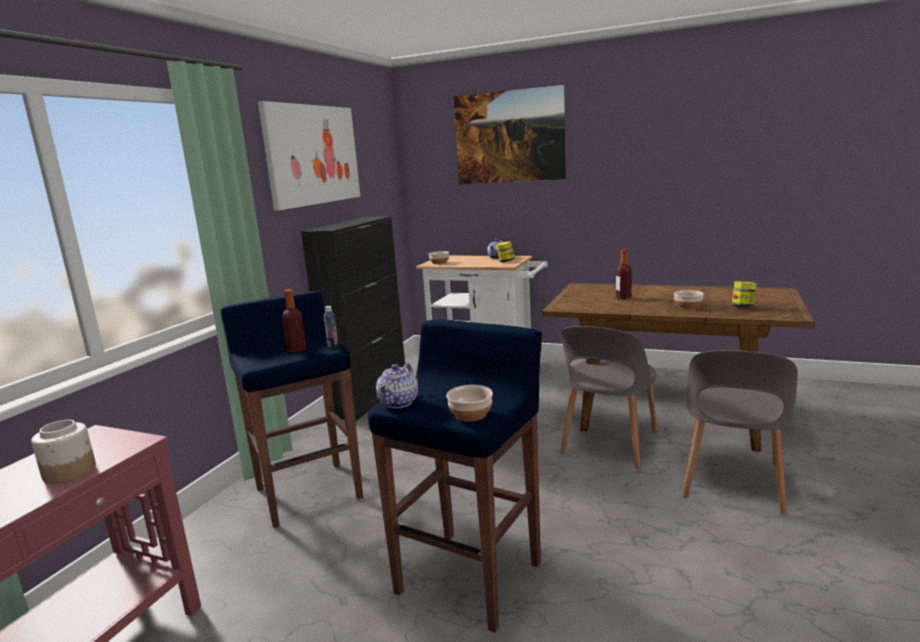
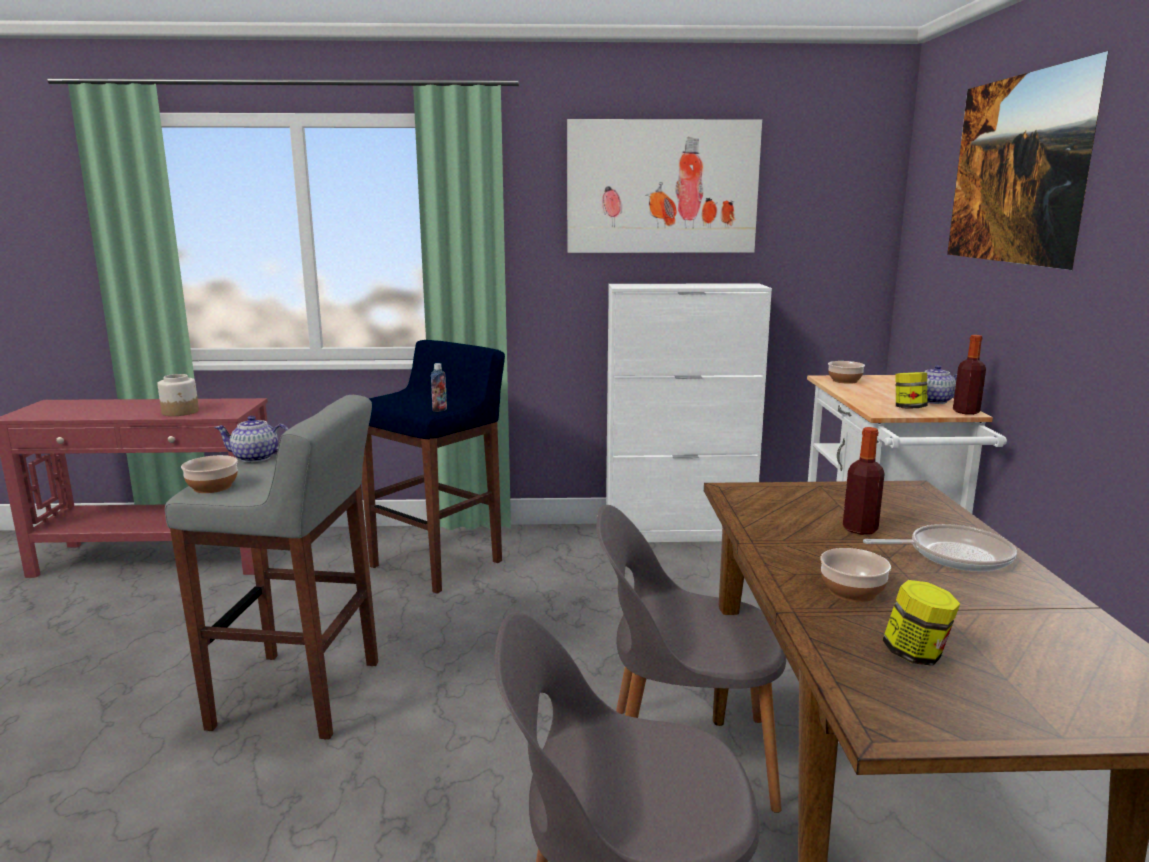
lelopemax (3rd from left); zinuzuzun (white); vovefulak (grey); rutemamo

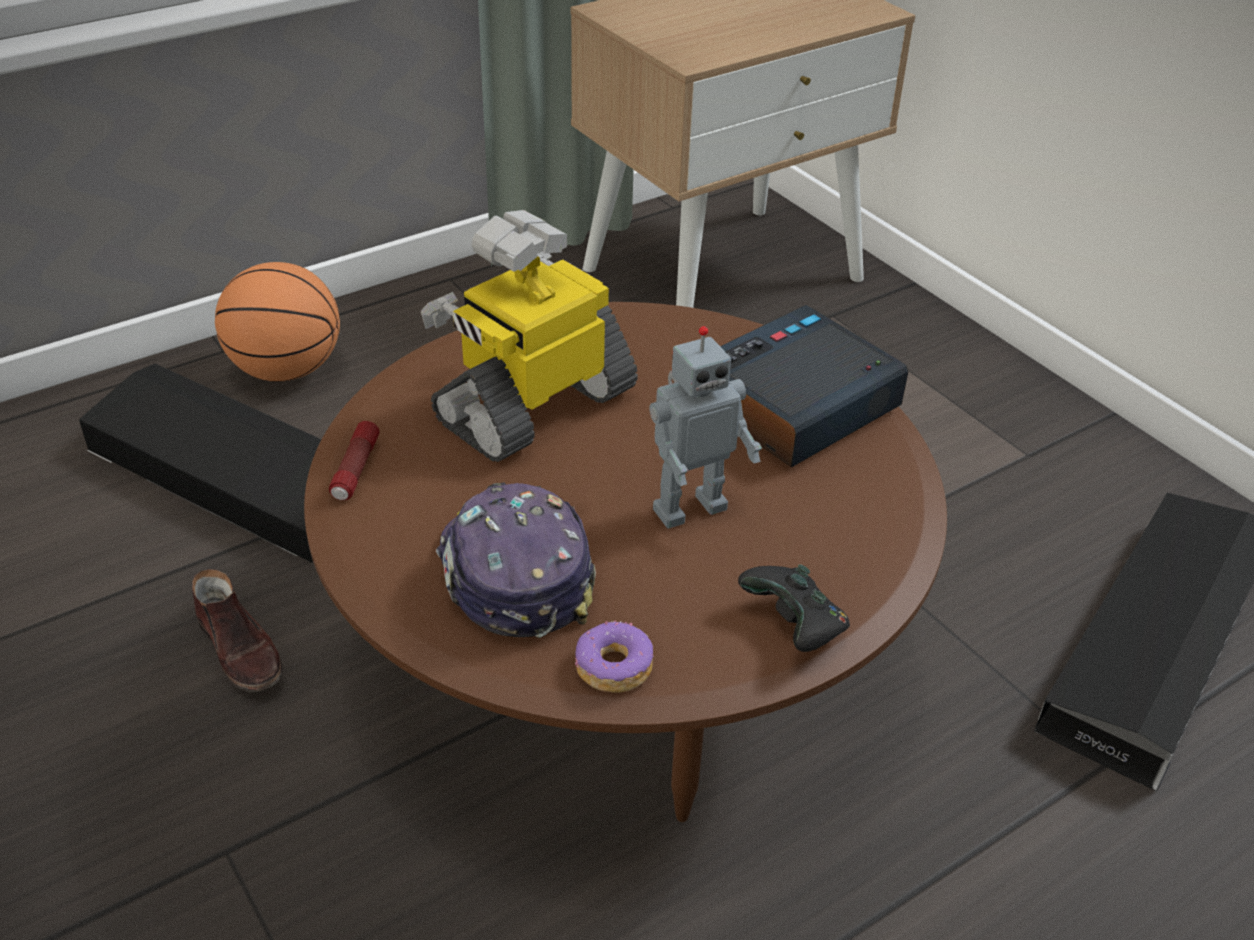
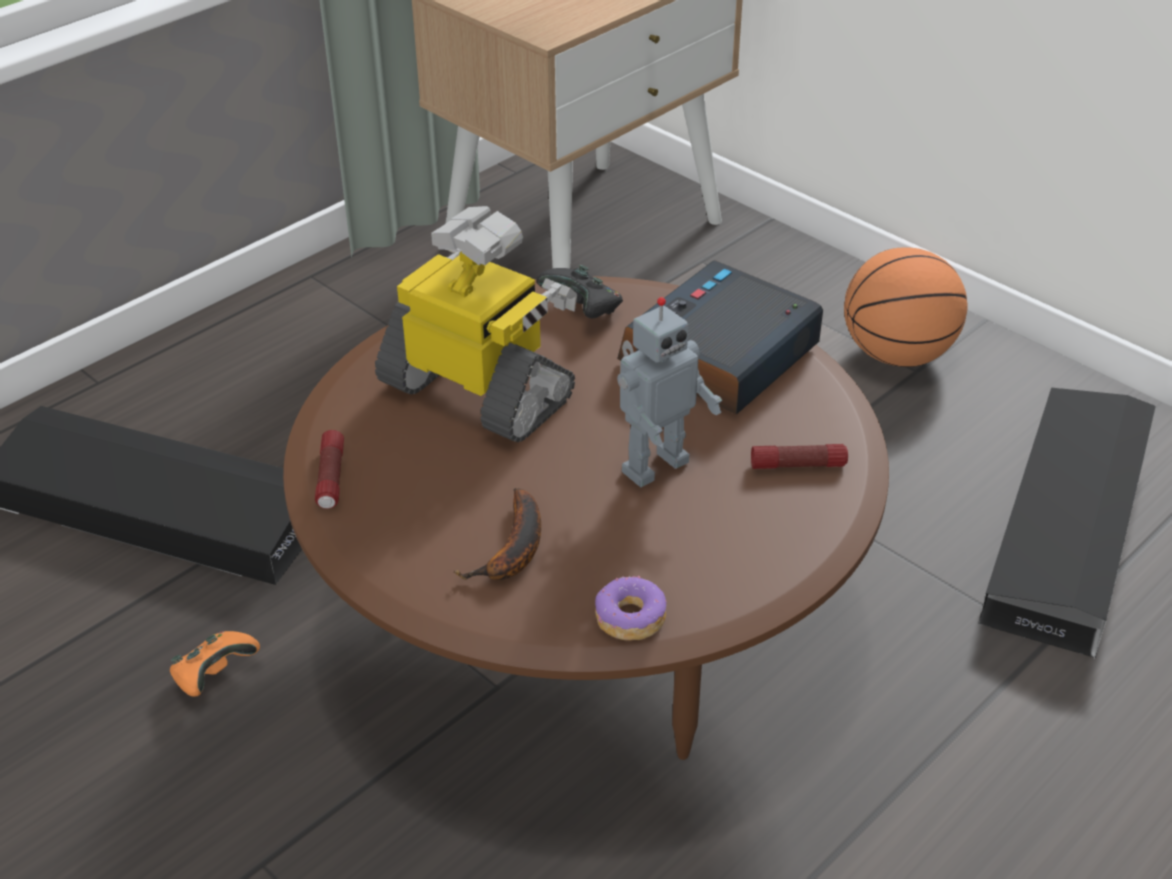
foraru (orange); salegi; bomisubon (1st from left); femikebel; foraru (black); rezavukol (2nd from left)

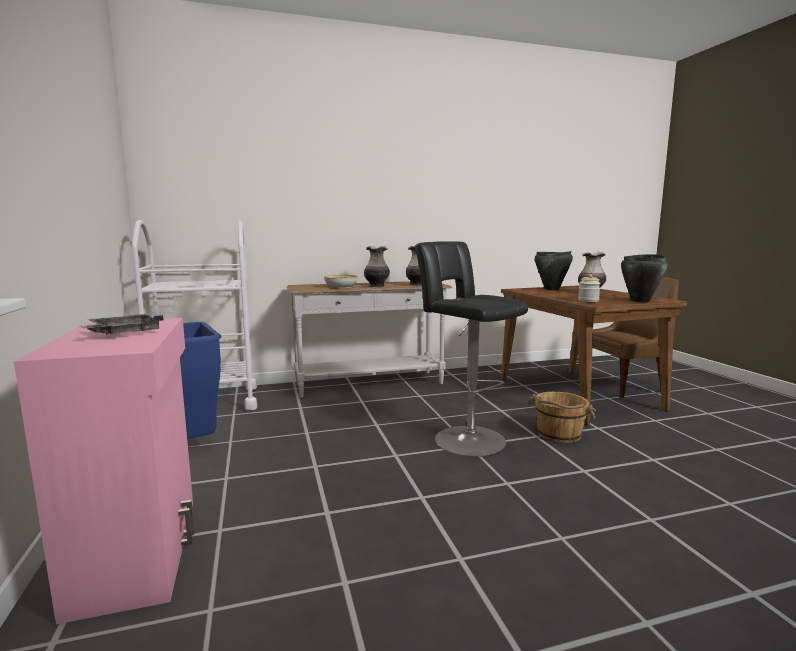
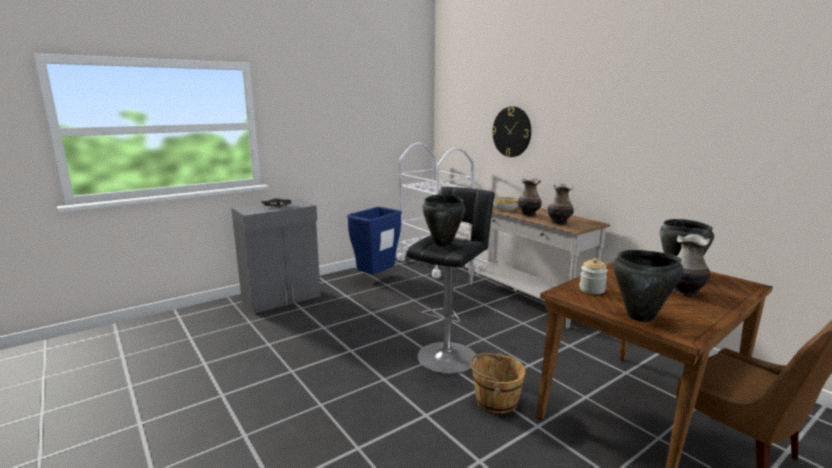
zinuzuzun (grey); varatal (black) (1st from left); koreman

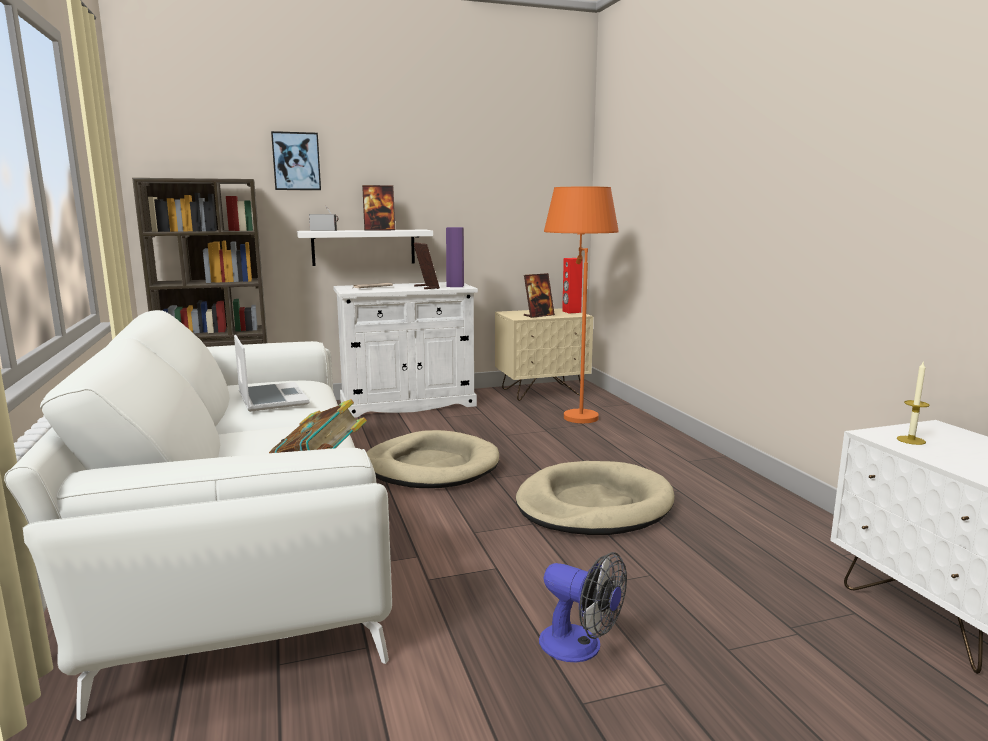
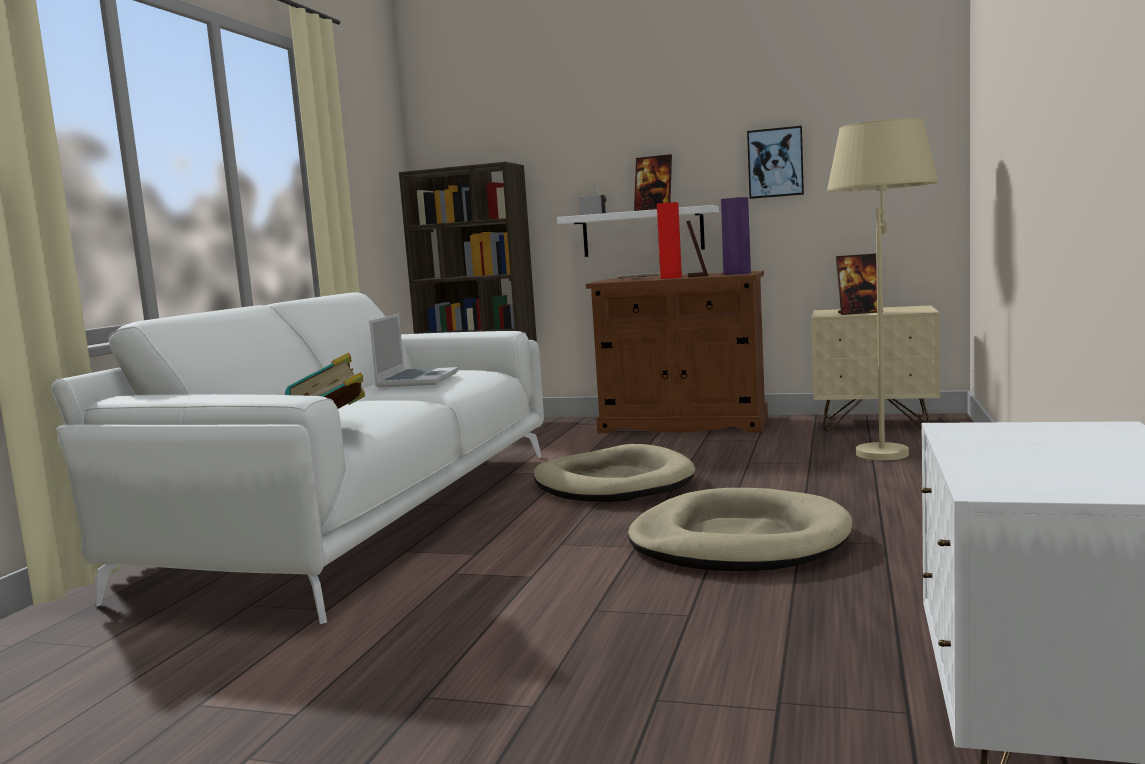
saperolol; zinuzuzun (brown); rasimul; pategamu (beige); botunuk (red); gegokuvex

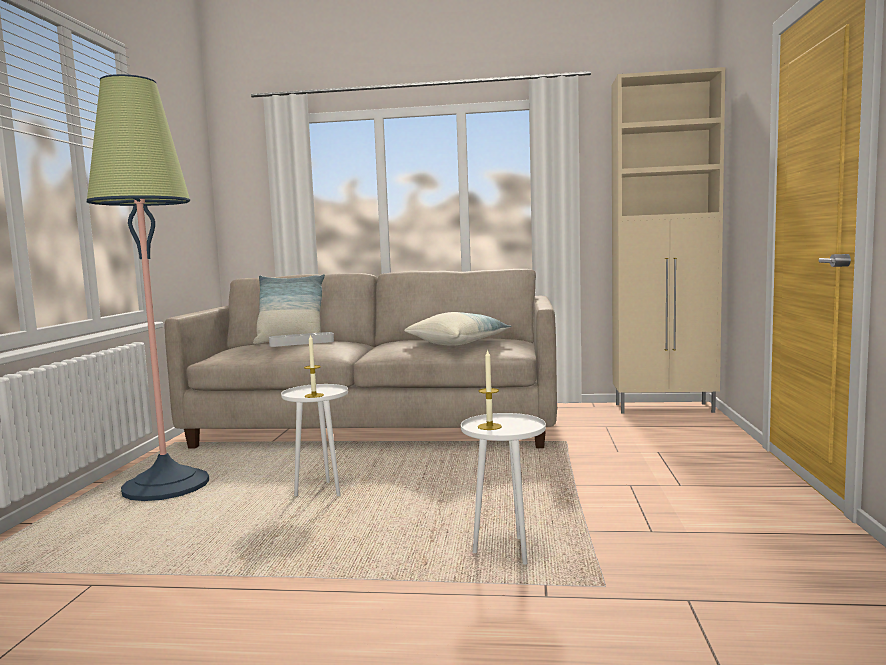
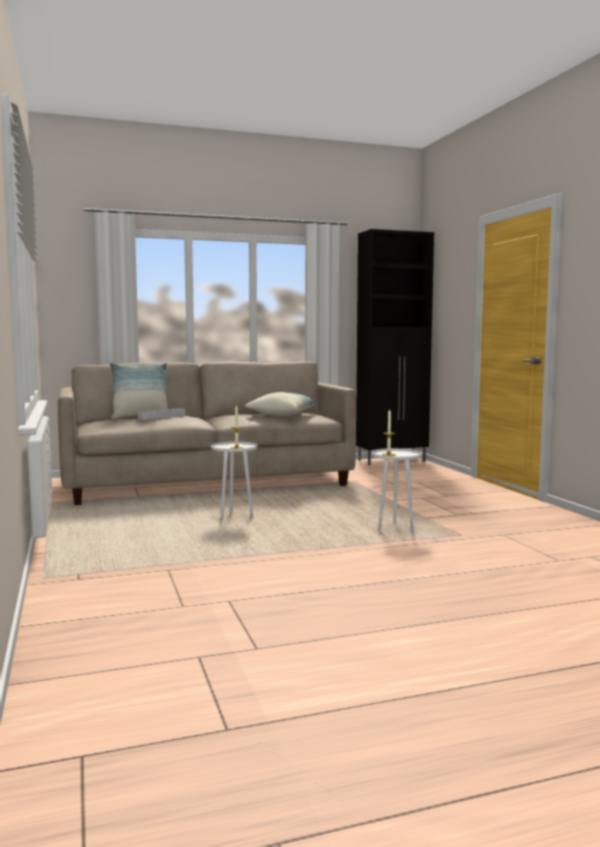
pategamu; zinuzuzun (black)

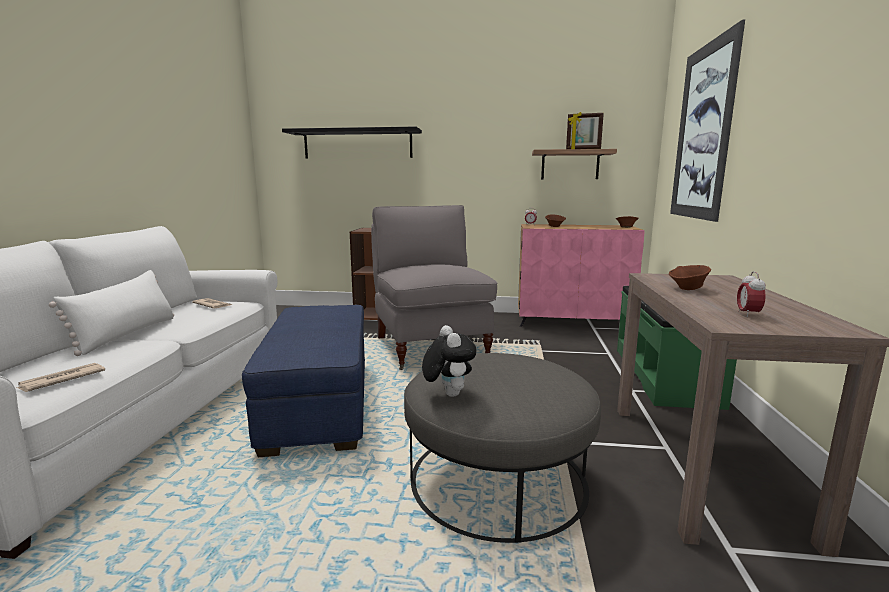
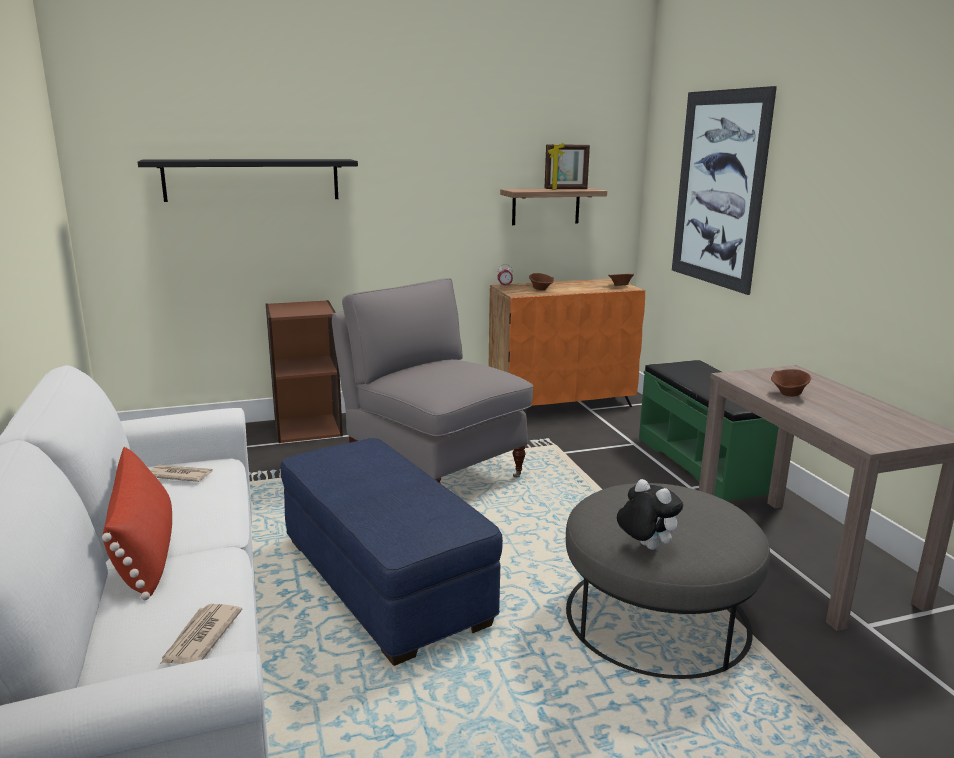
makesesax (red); zinuzuzun (orange); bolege (2nd from left in the first image)

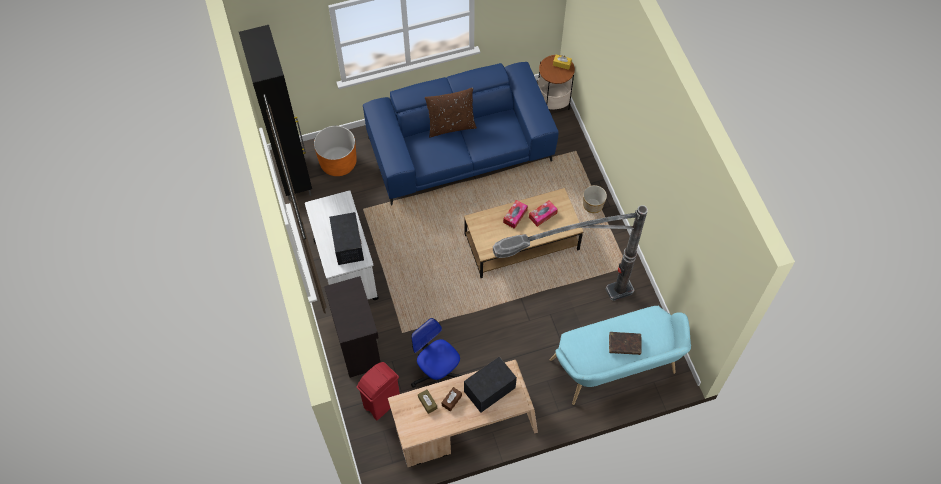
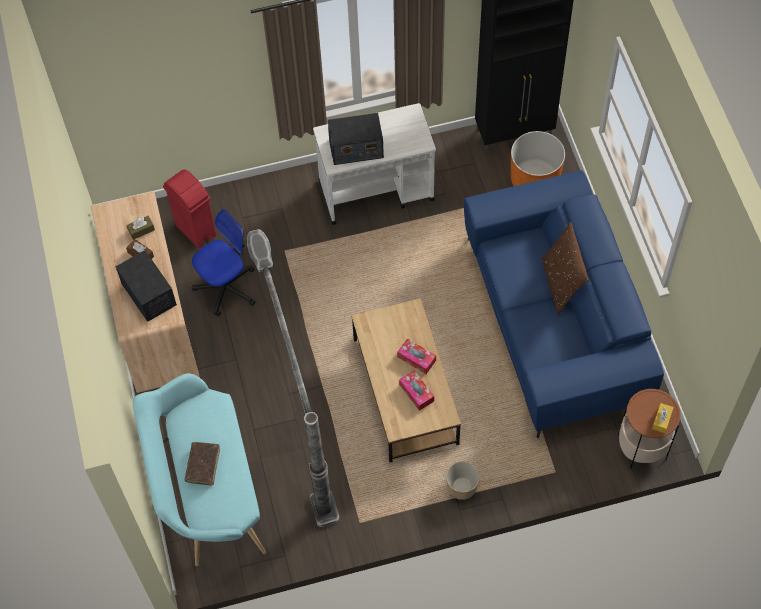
zinuzuzun (black) (2nd from left in the first image)

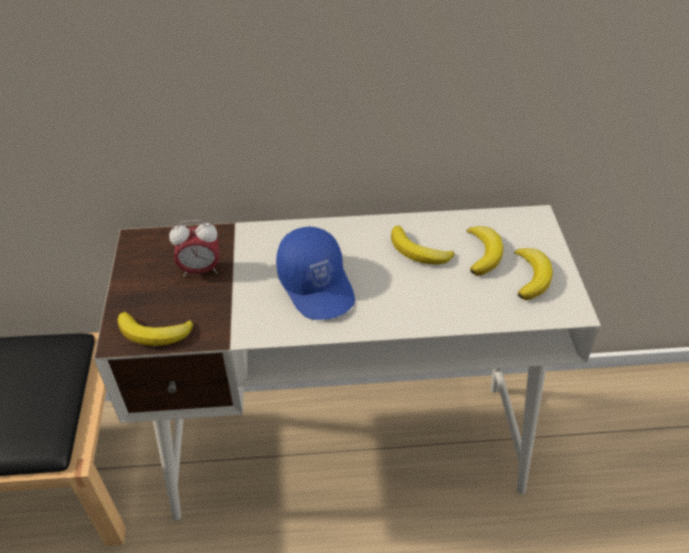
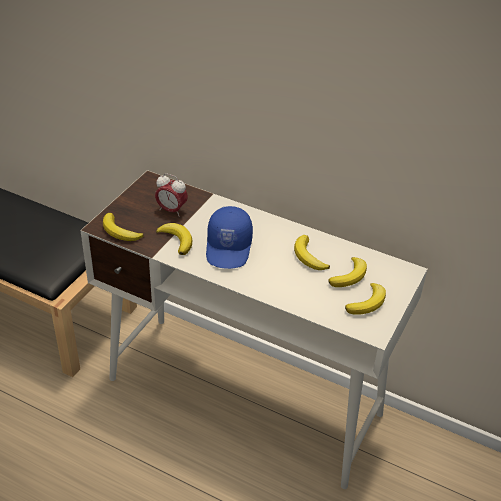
femikebel (2nd from left)

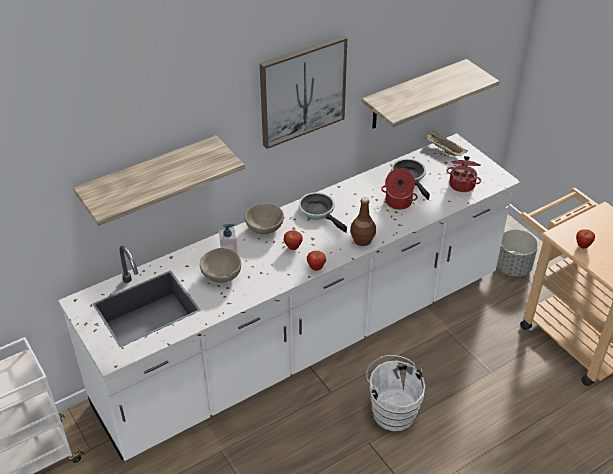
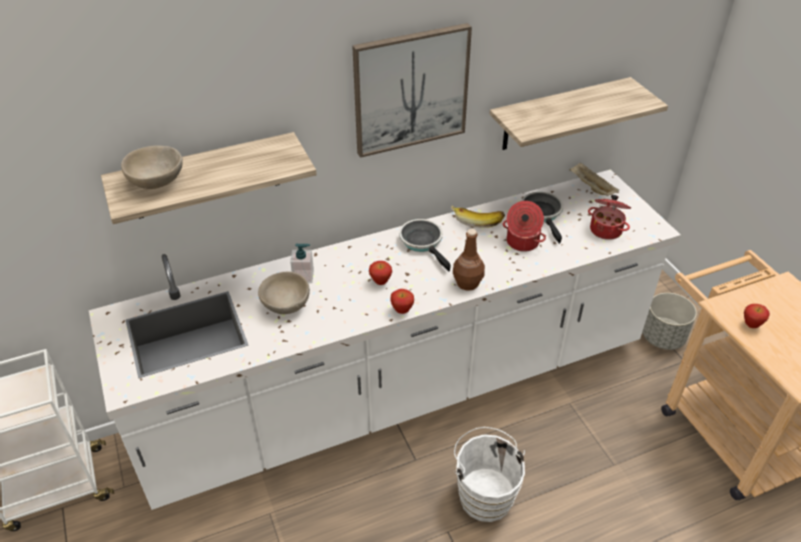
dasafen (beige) (1st from left); femikebel

